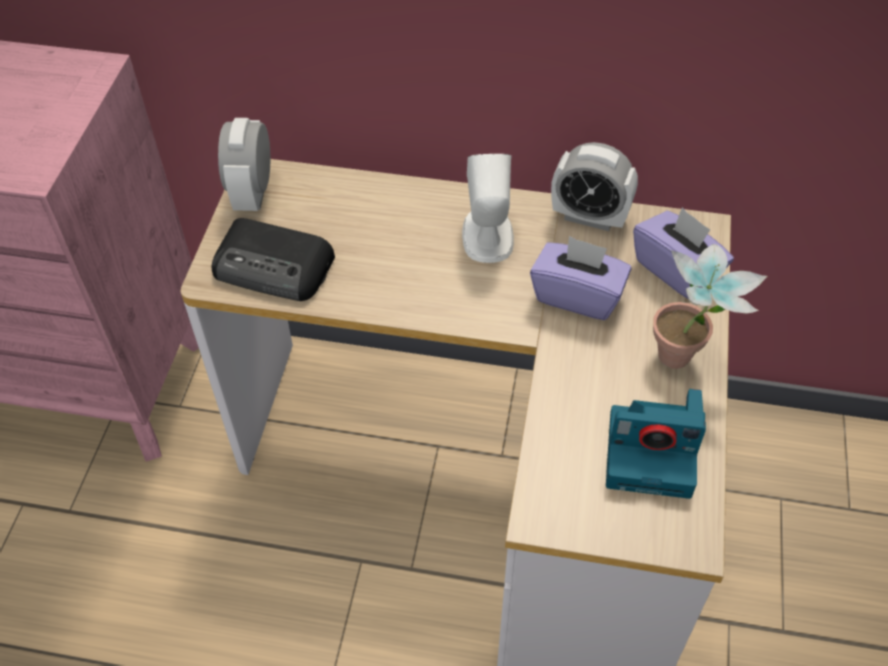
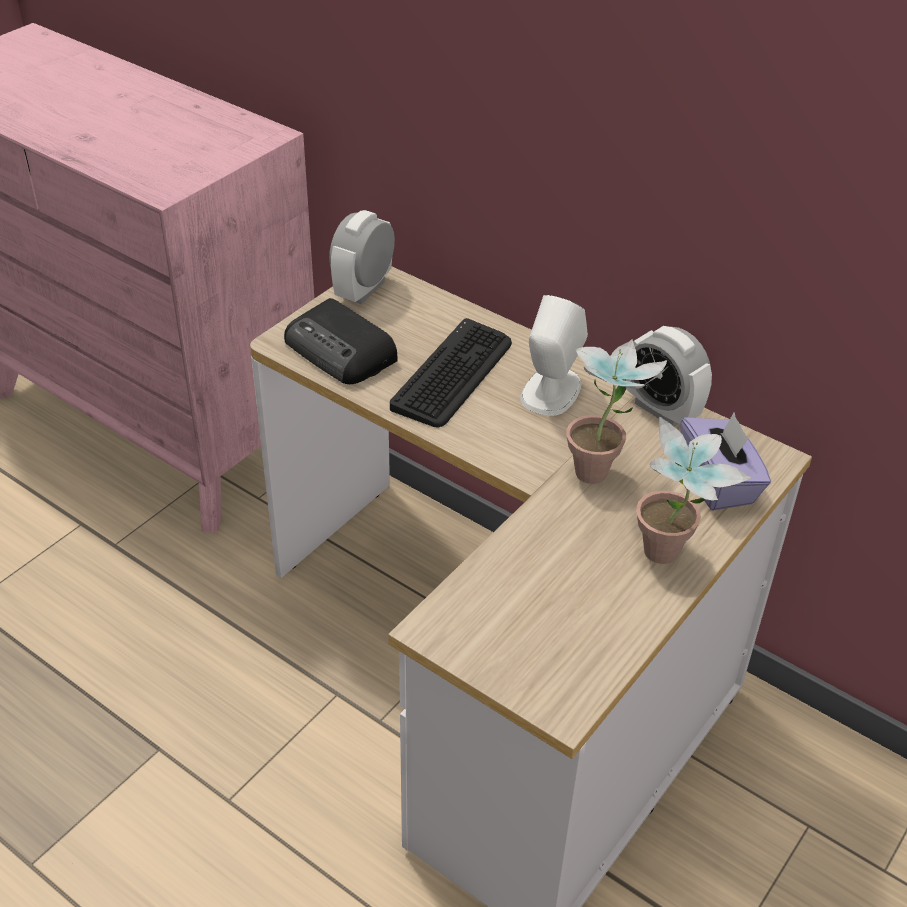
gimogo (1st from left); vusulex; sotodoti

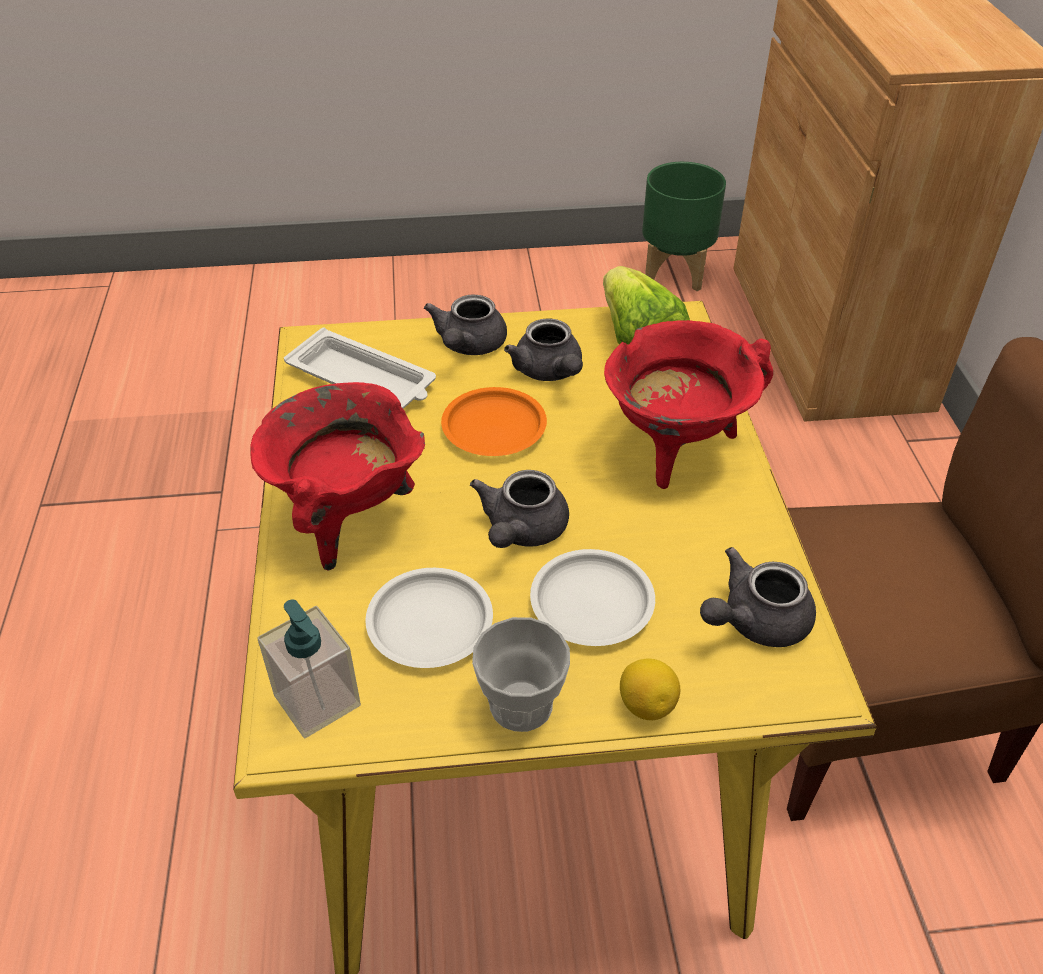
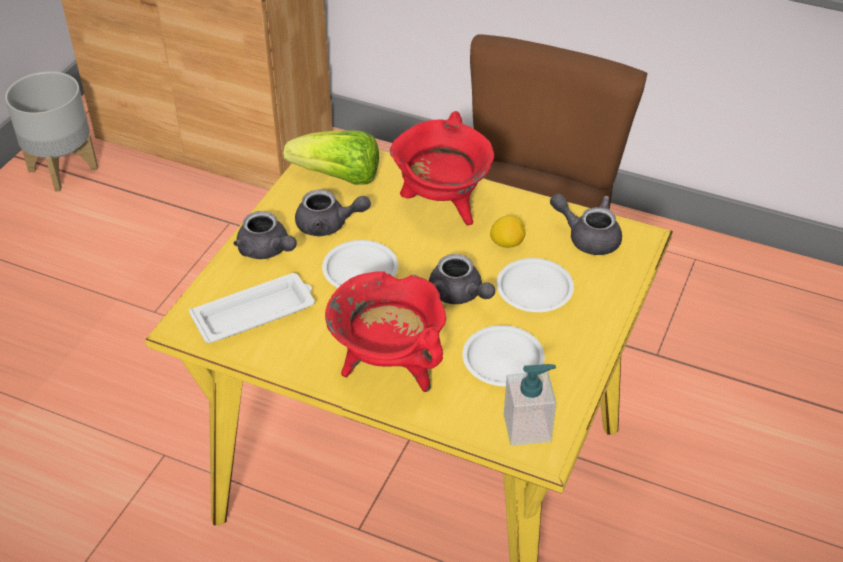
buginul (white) (1st from left); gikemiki; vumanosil; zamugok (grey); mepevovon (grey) (4th from left)

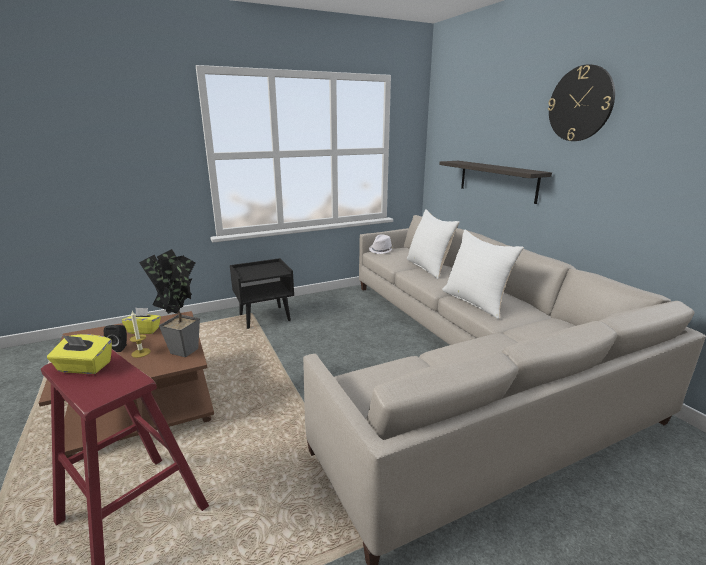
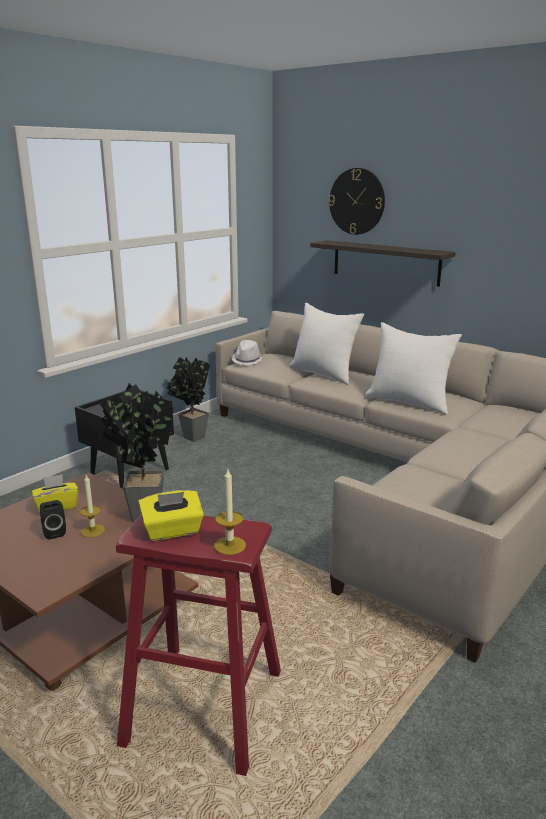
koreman; gimogo (2nd from left); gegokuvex (2nd from left)

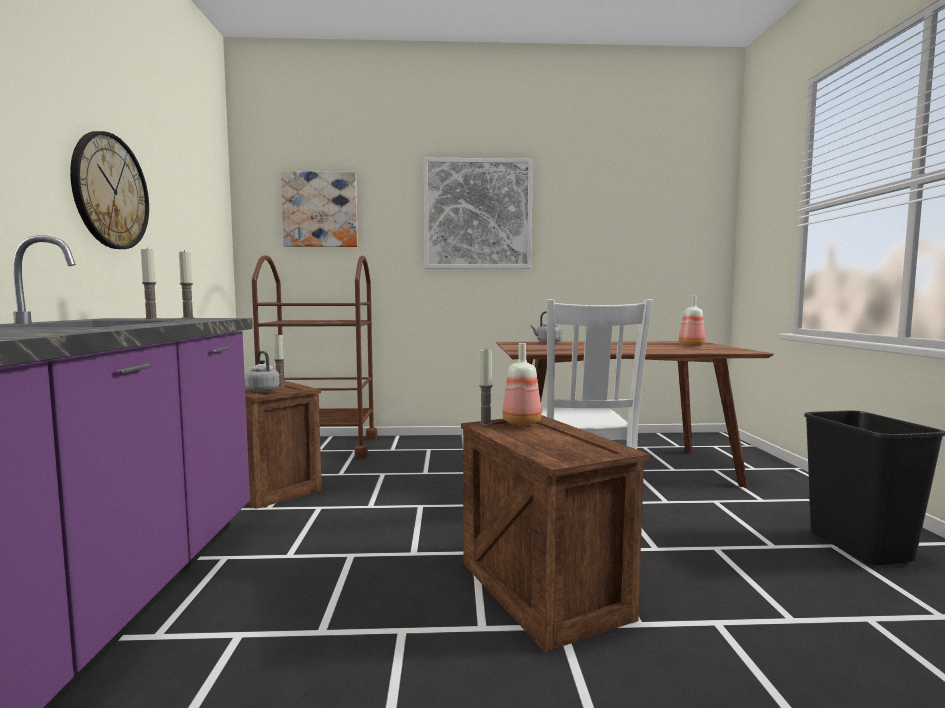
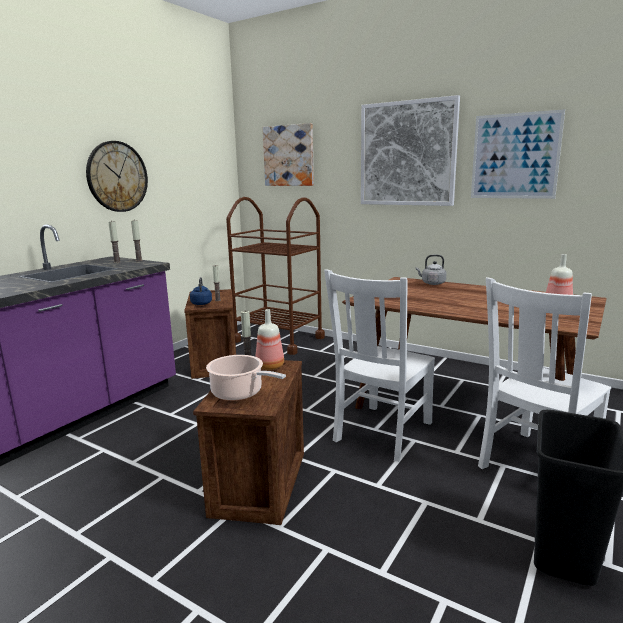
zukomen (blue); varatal; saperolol (3rd from left); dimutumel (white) (2nd from left)

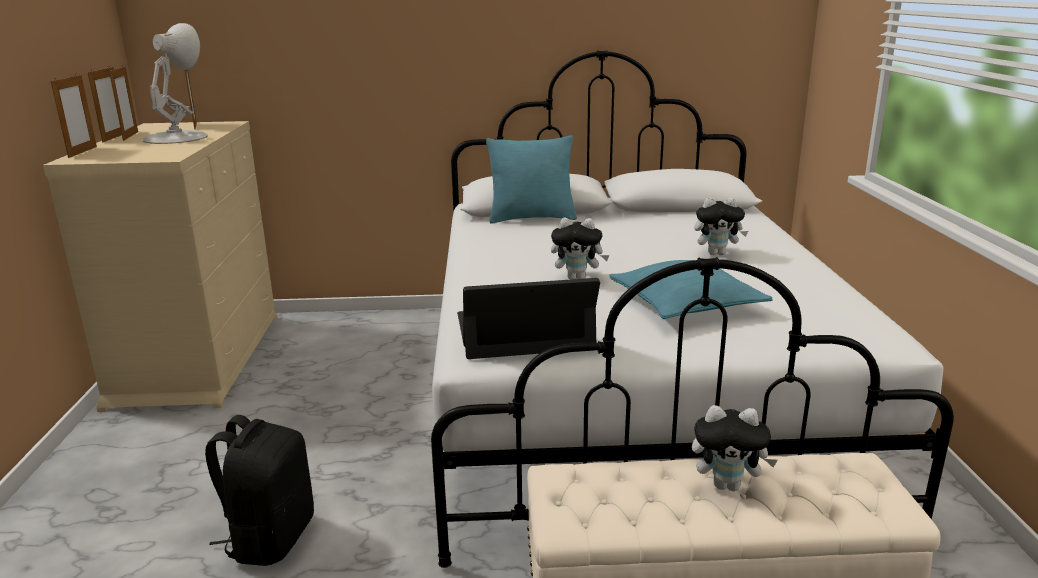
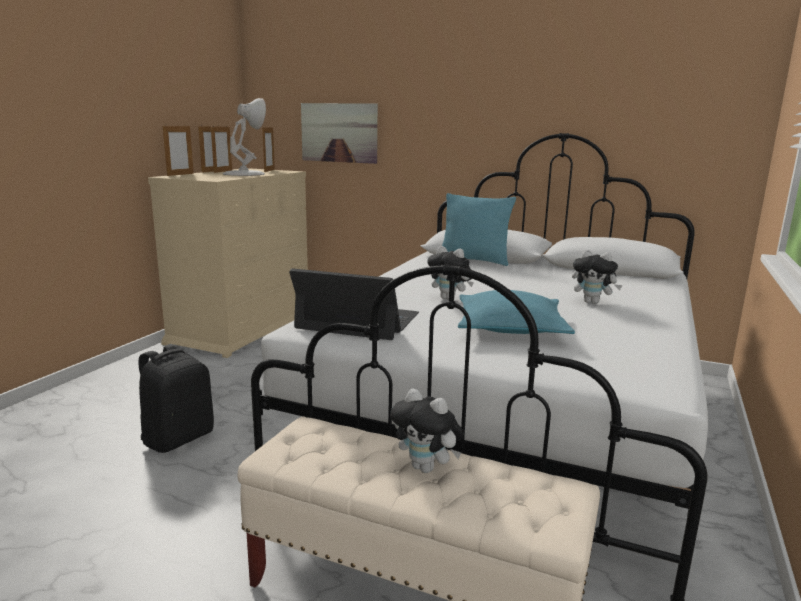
saperolol

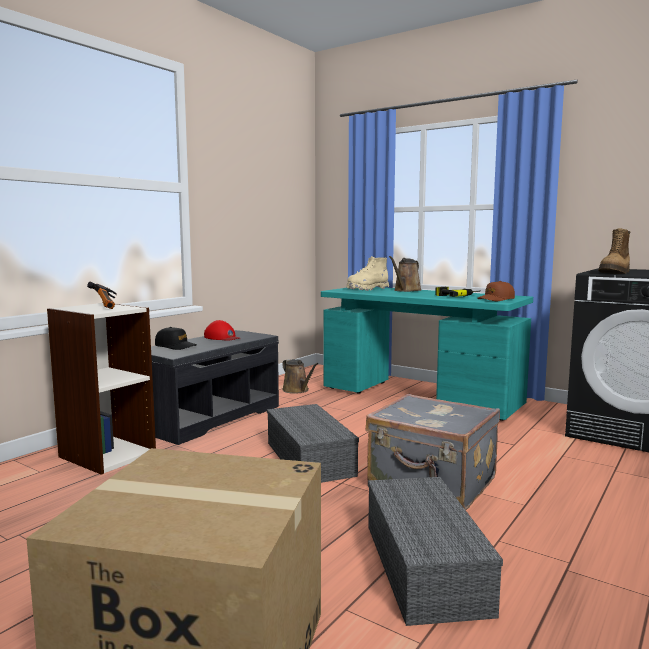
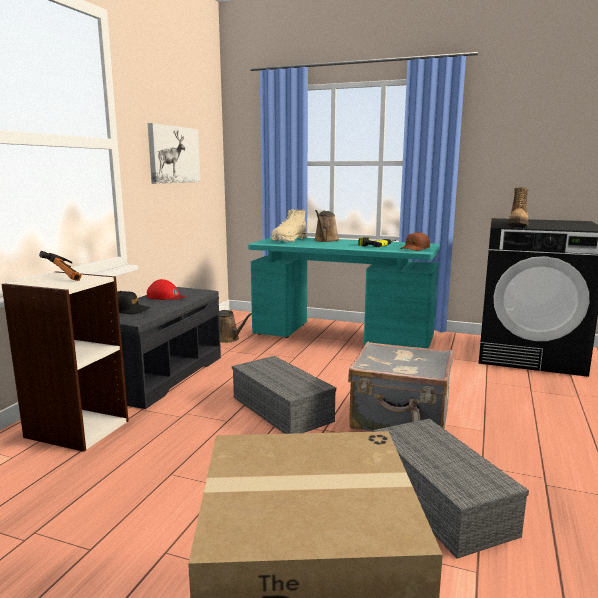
saperolol

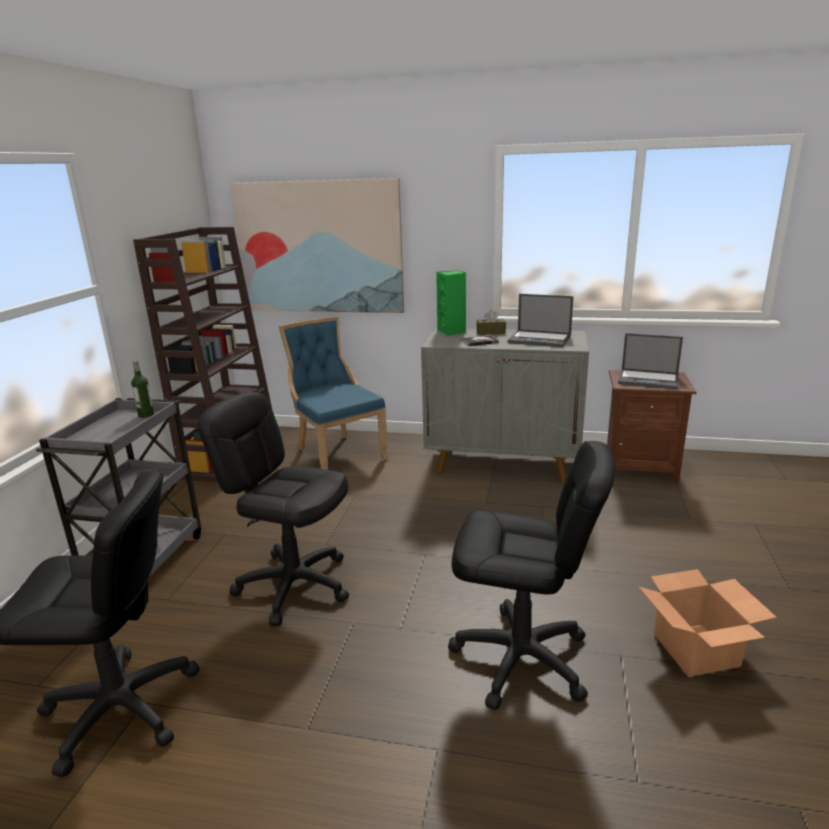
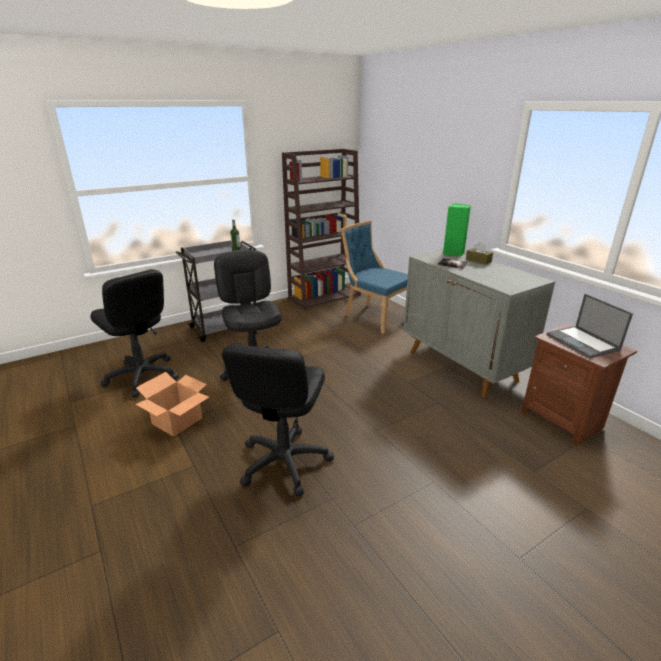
saperolol; dimutumel (blue); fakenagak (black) (3rd from left); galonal (1st from left in the first image); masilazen

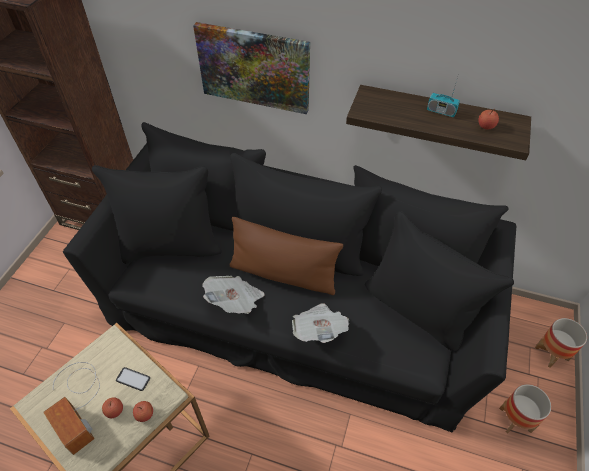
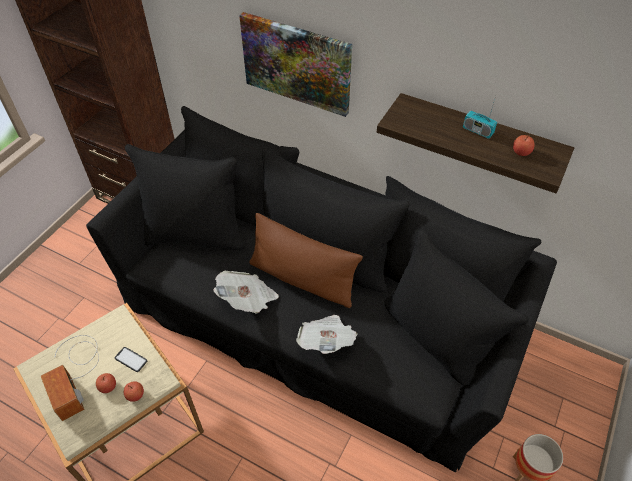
zamugok (2nd from left in the first image)

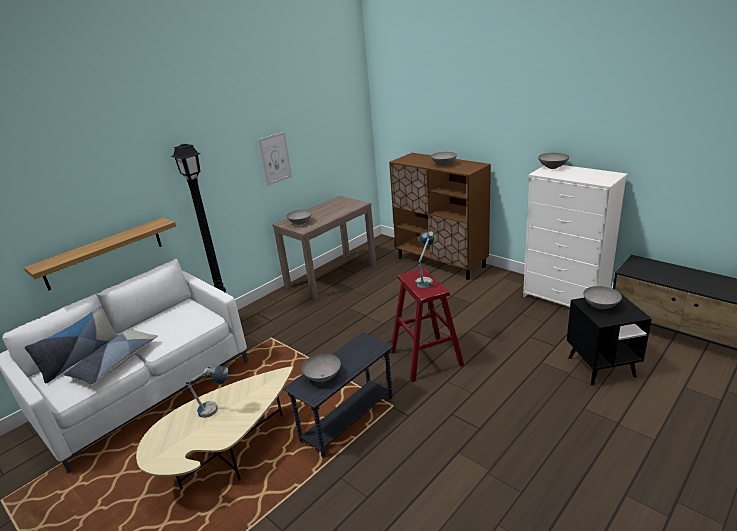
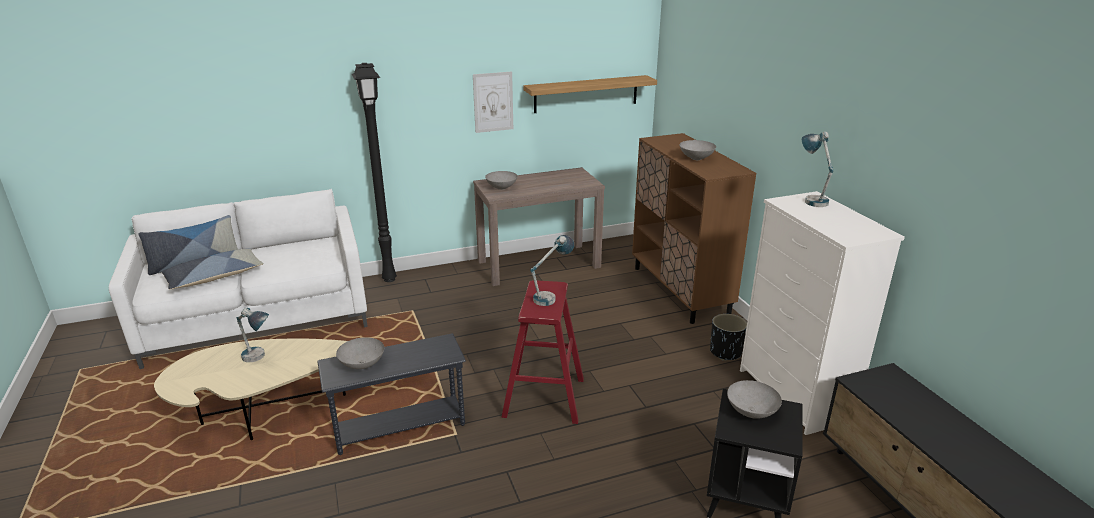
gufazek; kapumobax (3rd from left); zamugok (black)

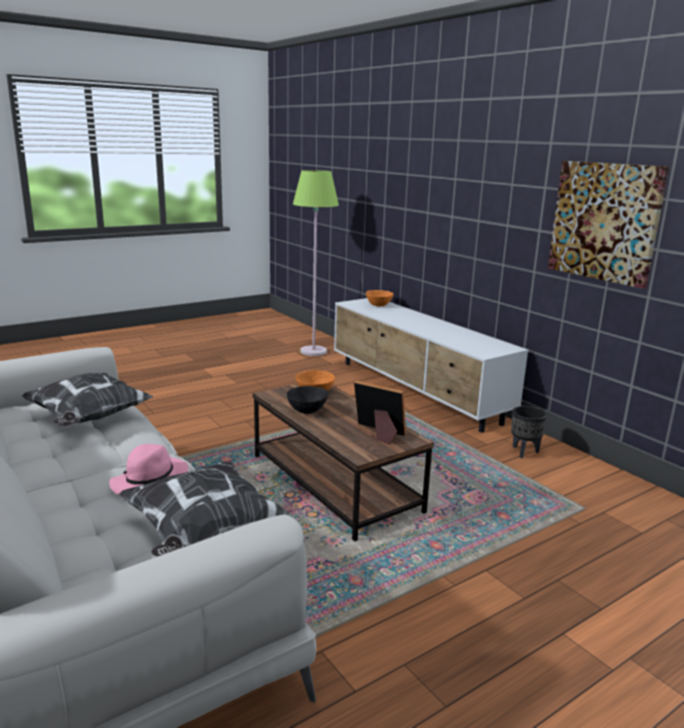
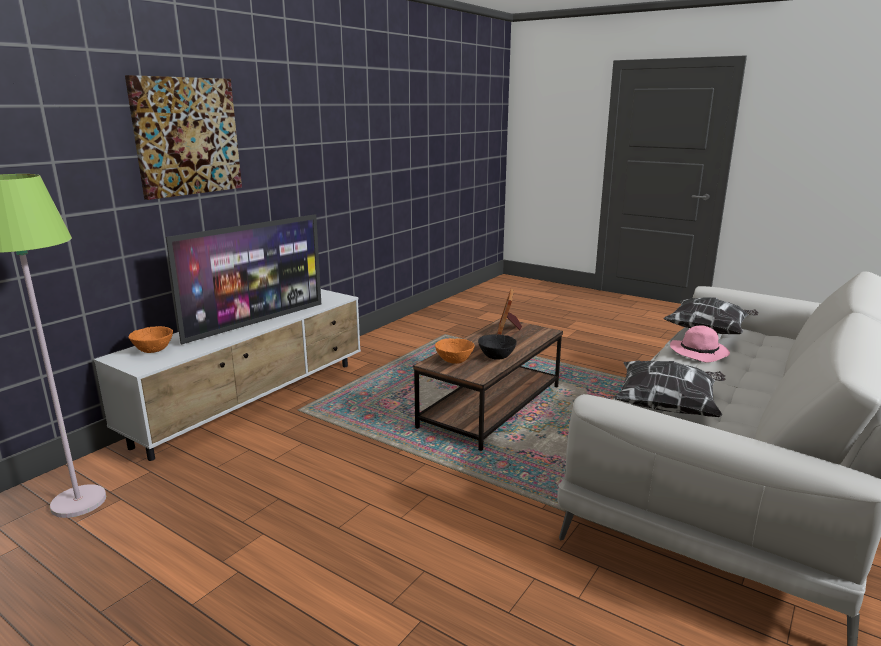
zamugok (black); saperolol; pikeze

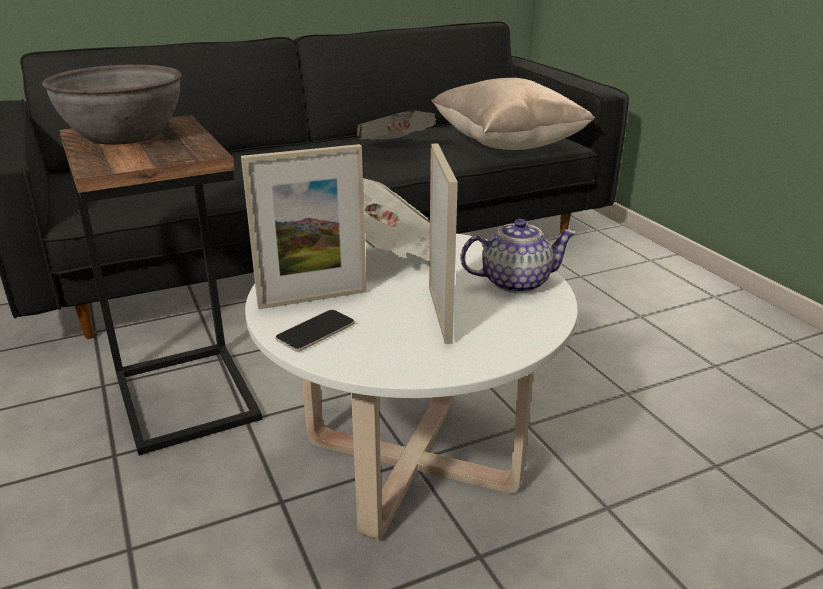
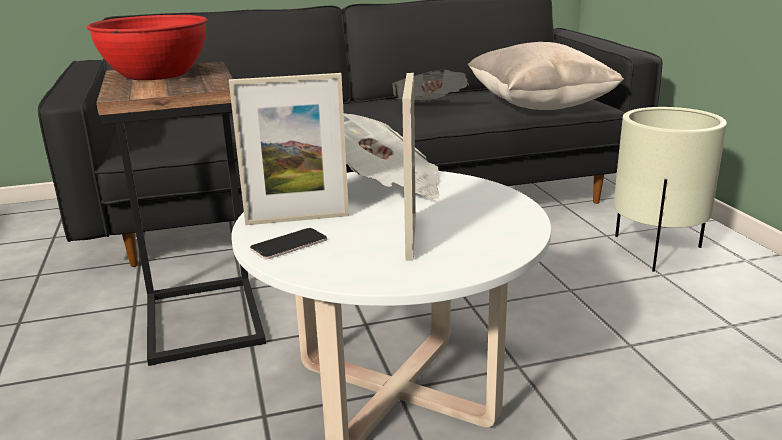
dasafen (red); mepevovon; zamugok (beige)

